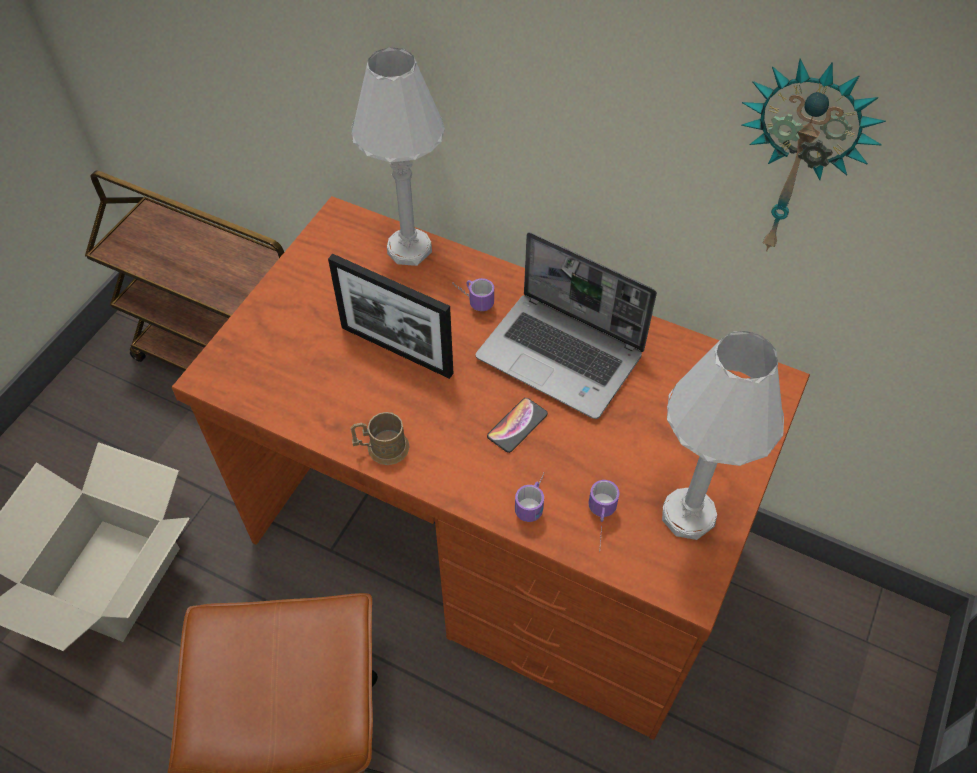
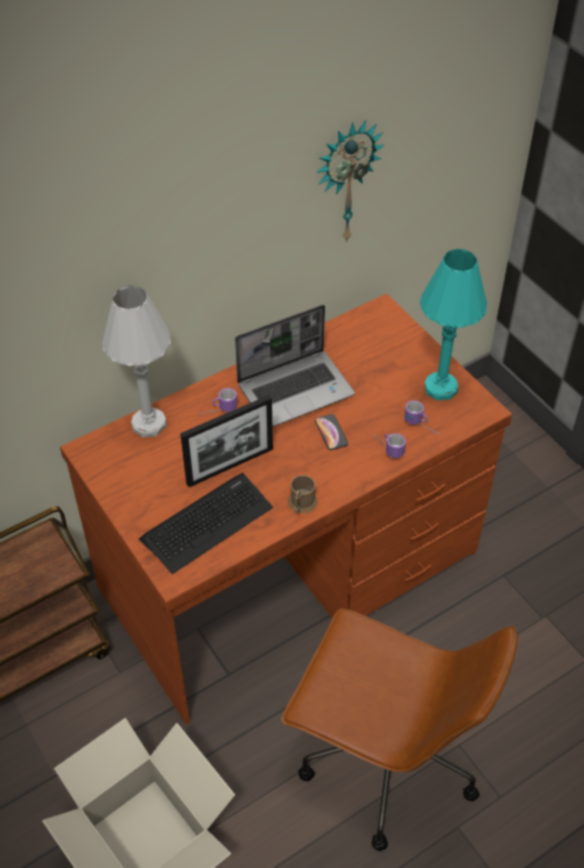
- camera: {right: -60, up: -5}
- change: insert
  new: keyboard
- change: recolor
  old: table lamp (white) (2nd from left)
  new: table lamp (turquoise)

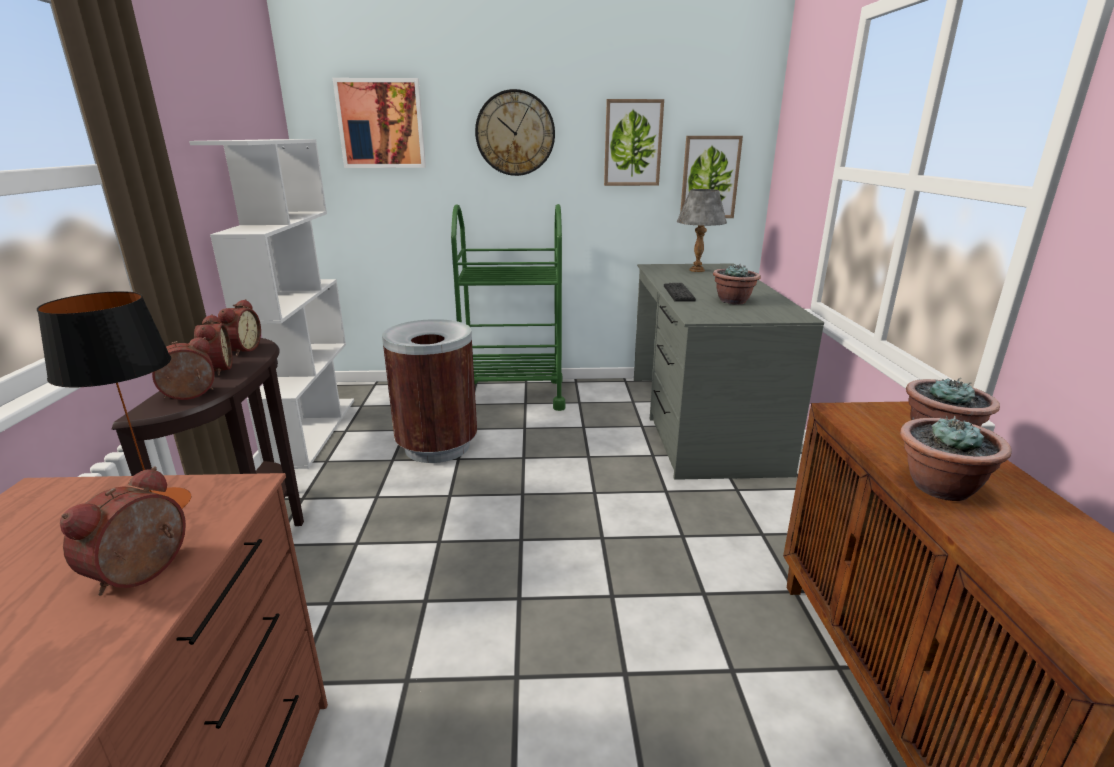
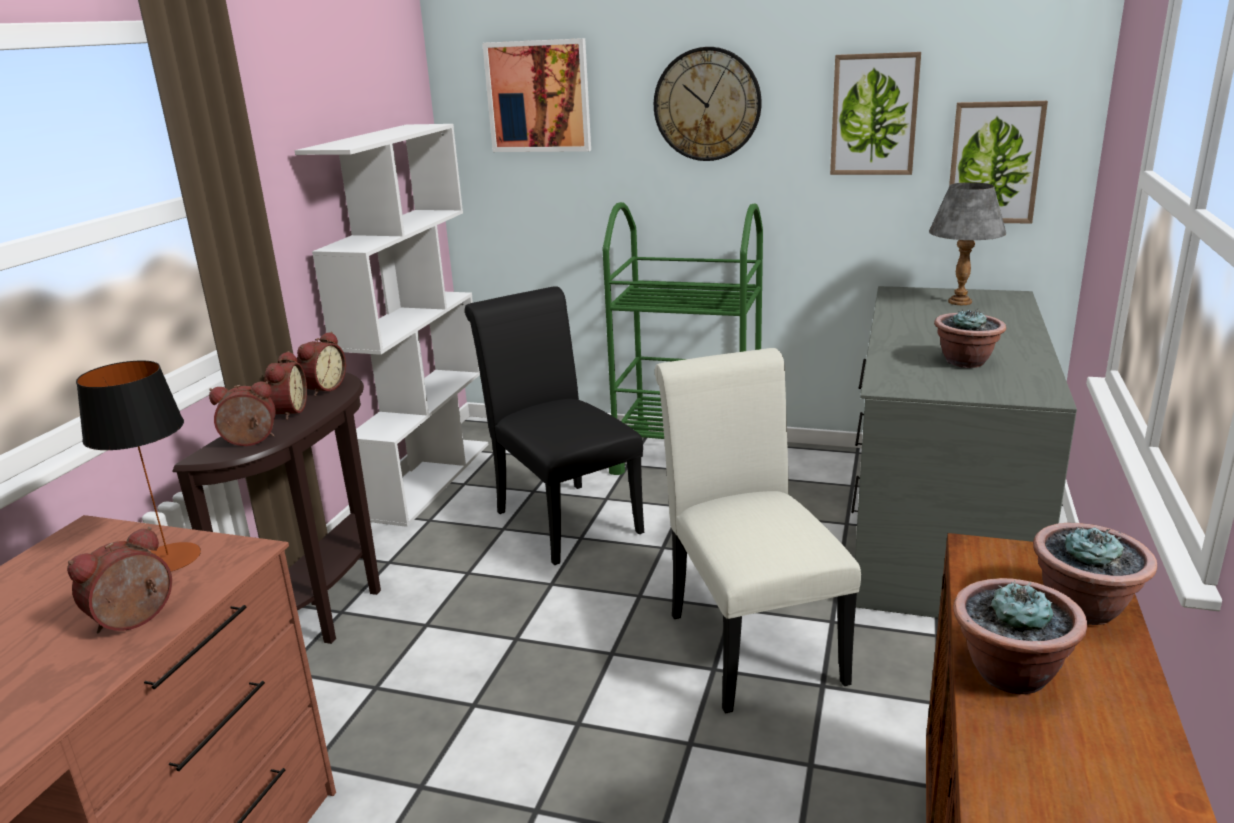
- camera: {right: 20, up: 0}
- change: replace
  old: trash can (brown)
  new: chair (black)
- change: insert
  new: chair (white)
- change: delete
  old: keyboard

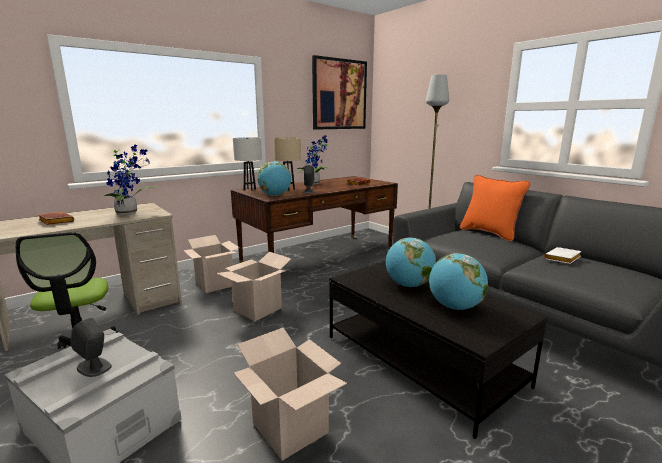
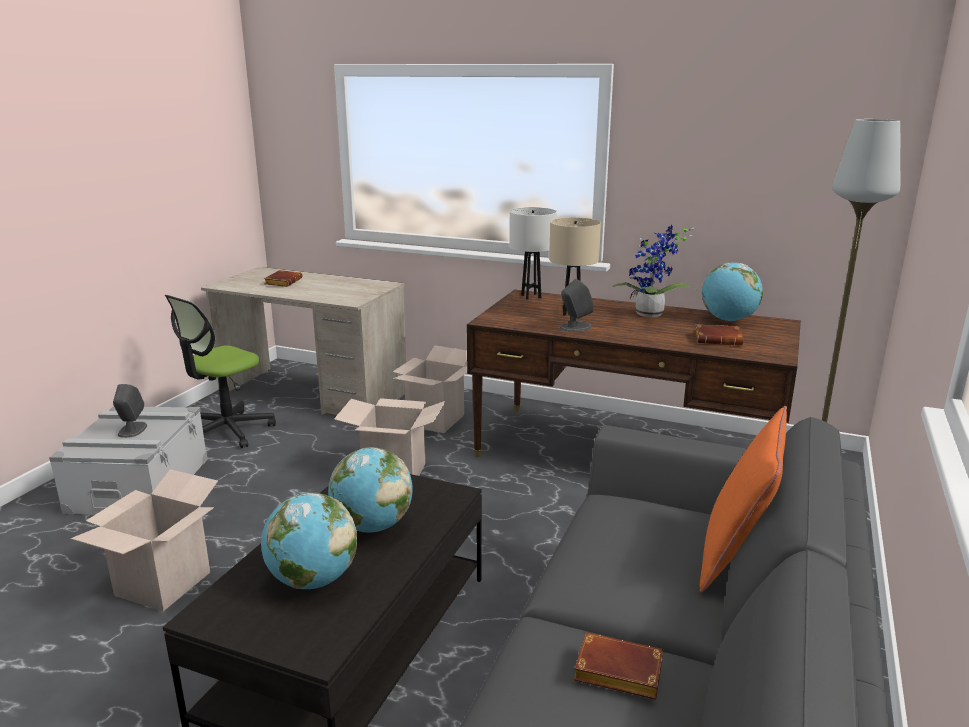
- camera: {right: 60, up: 5}
- change: recolor
  old: book (white)
  new: book (brown) (2nd from left)
- change: move
  old: globe (1st from left in the first image)
  new: globe (3rd from left)
- change: delete
  old: potted plant (1st from left)
- change: delete
  old: picture

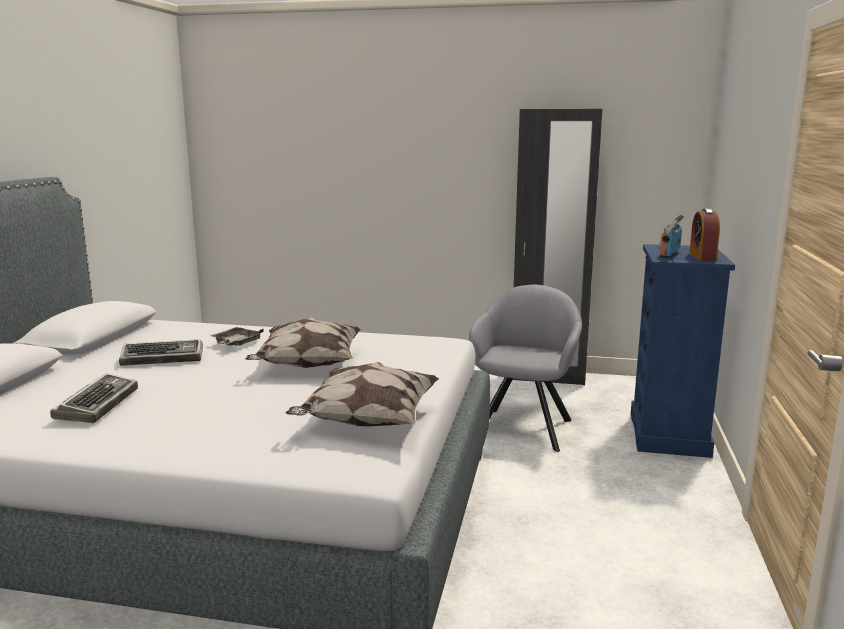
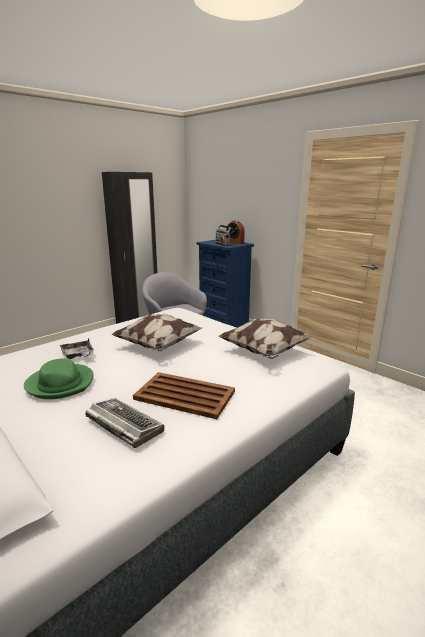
- camera: {right: -55, up: 5}
- change: replace
  old: keyboard (2nd from left)
  new: hat (green)
- change: insert
  new: tray (brown)

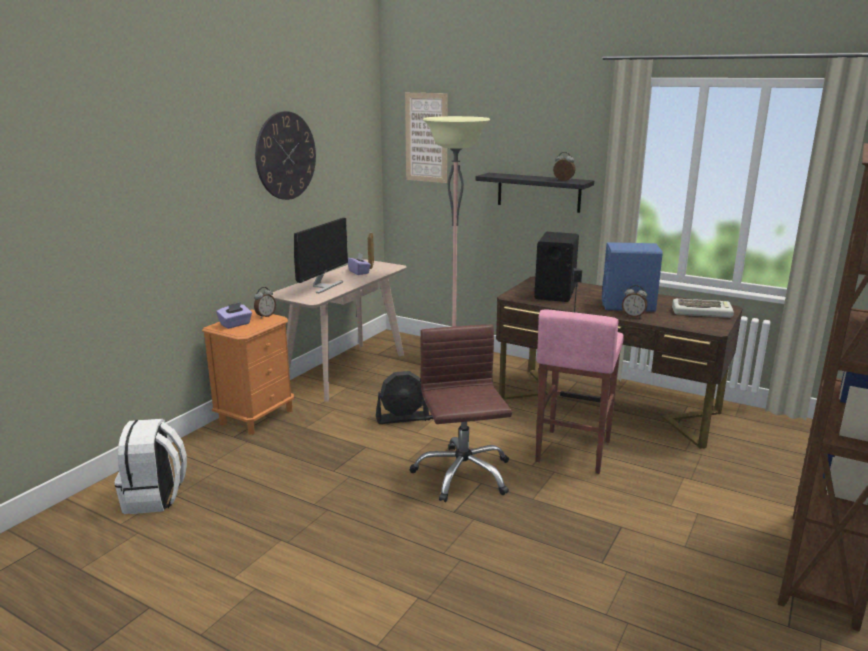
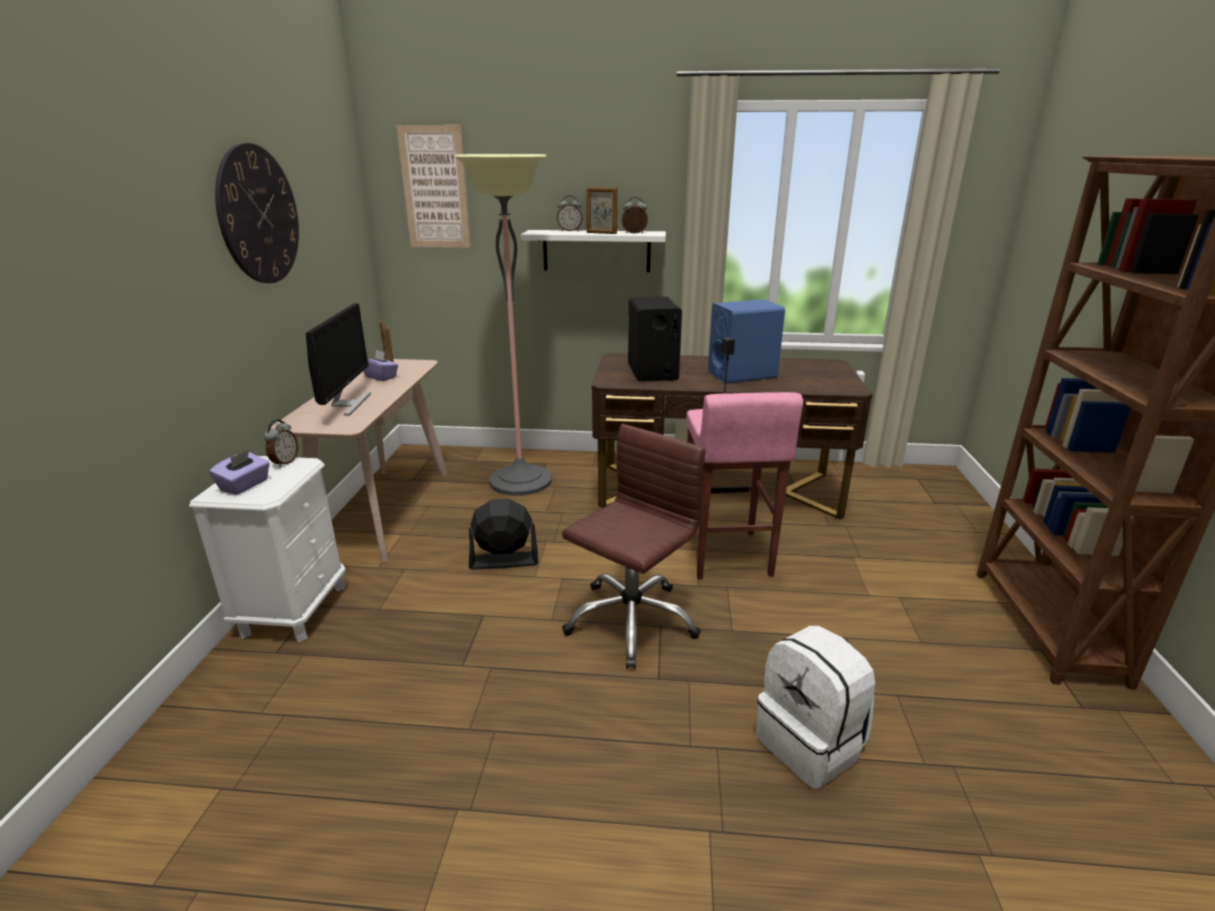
- camera: {right: -25, up: 5}
- change: recolor
  old: nightstand (orange)
  new: nightstand (white)
- change: rotate
  old: fan (black)
  degrees: -150
- change: recolor
  old: shelf (black)
  new: shelf (white)
- change: move
  old: alarm clock (3rd from left in the first image)
  new: alarm clock (2nd from left)
- change: rotate
  old: office chair (brown)
  degrees: 75
- change: insert
  new: picture frame (2nd from left)
- change: move
  old: backpack (white)
- change: delete
  old: keyboard

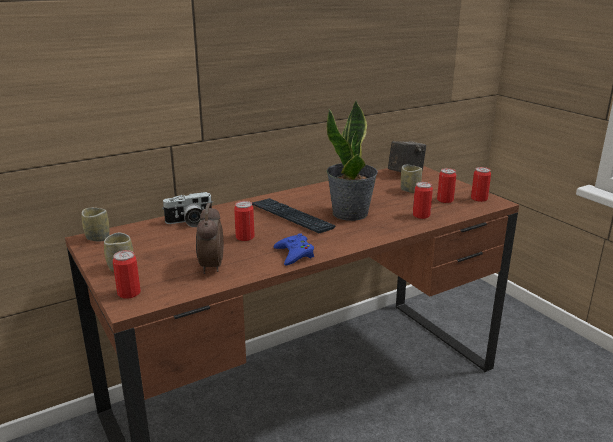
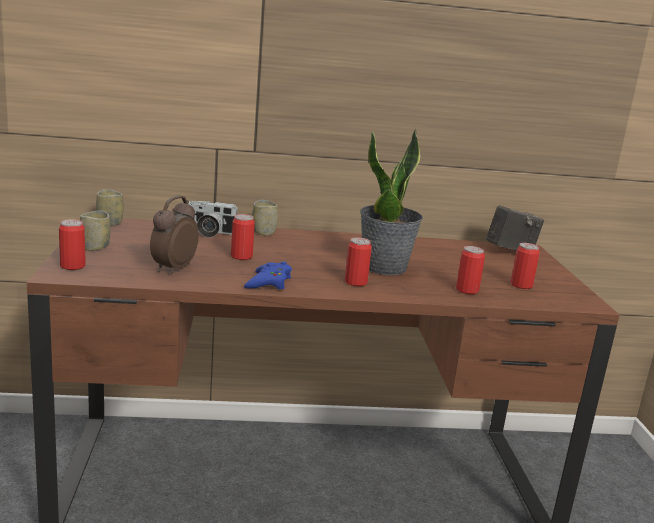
- camera: {right: 25, up: -5}
- change: move
  old: cup (3rd from left)
- change: move
  old: can (5th from left in the first image)
  new: can (3rd from left)
- change: delete
  old: keyboard

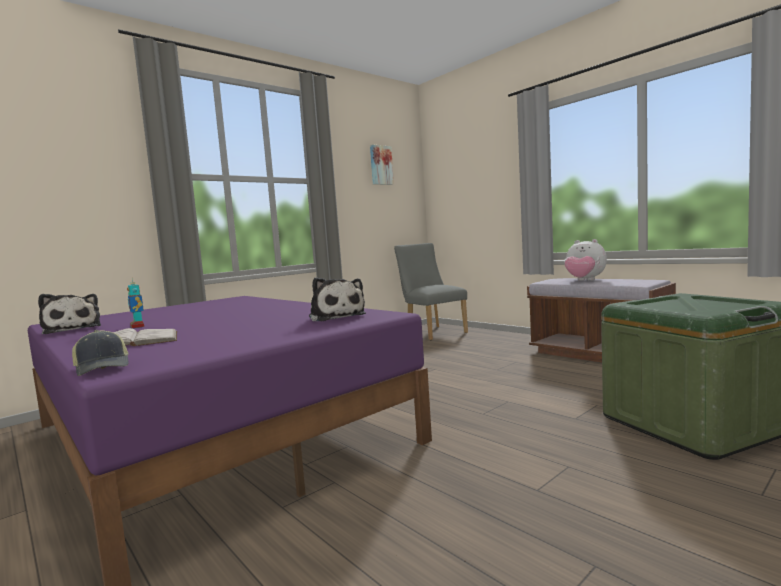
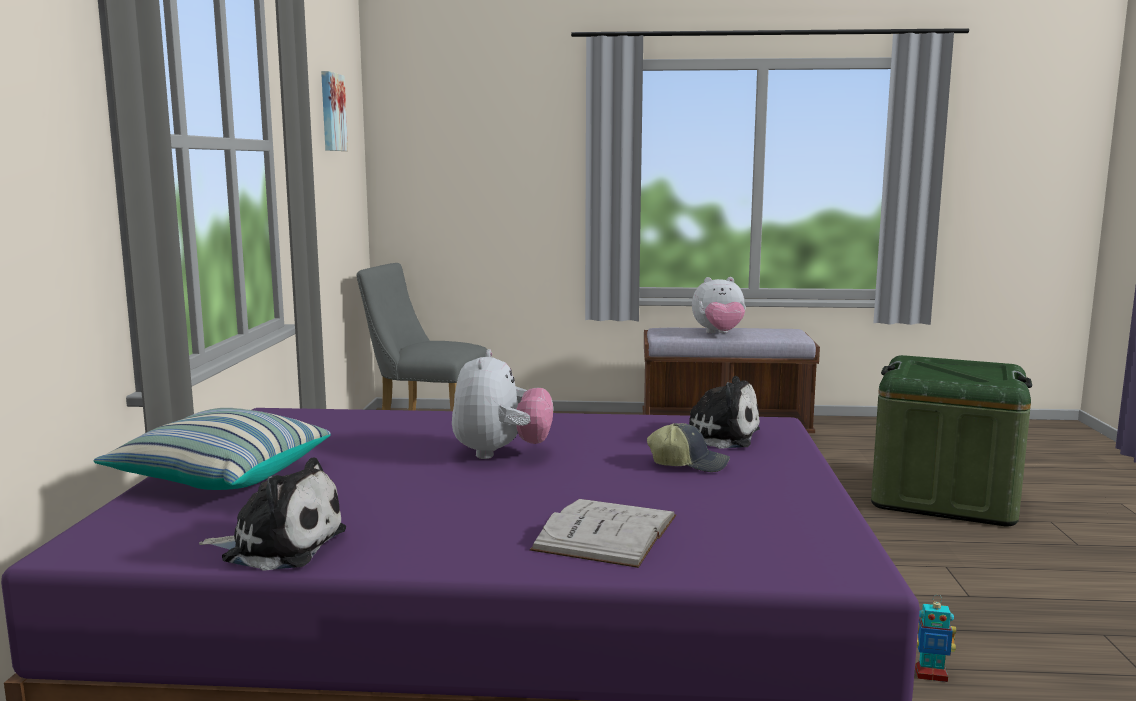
- camera: {right: -45, up: 5}
- change: insert
  new: pillow
- change: insert
  new: plush toy (2nd from left)
- change: move
  old: cap
- change: move
  old: toy robot

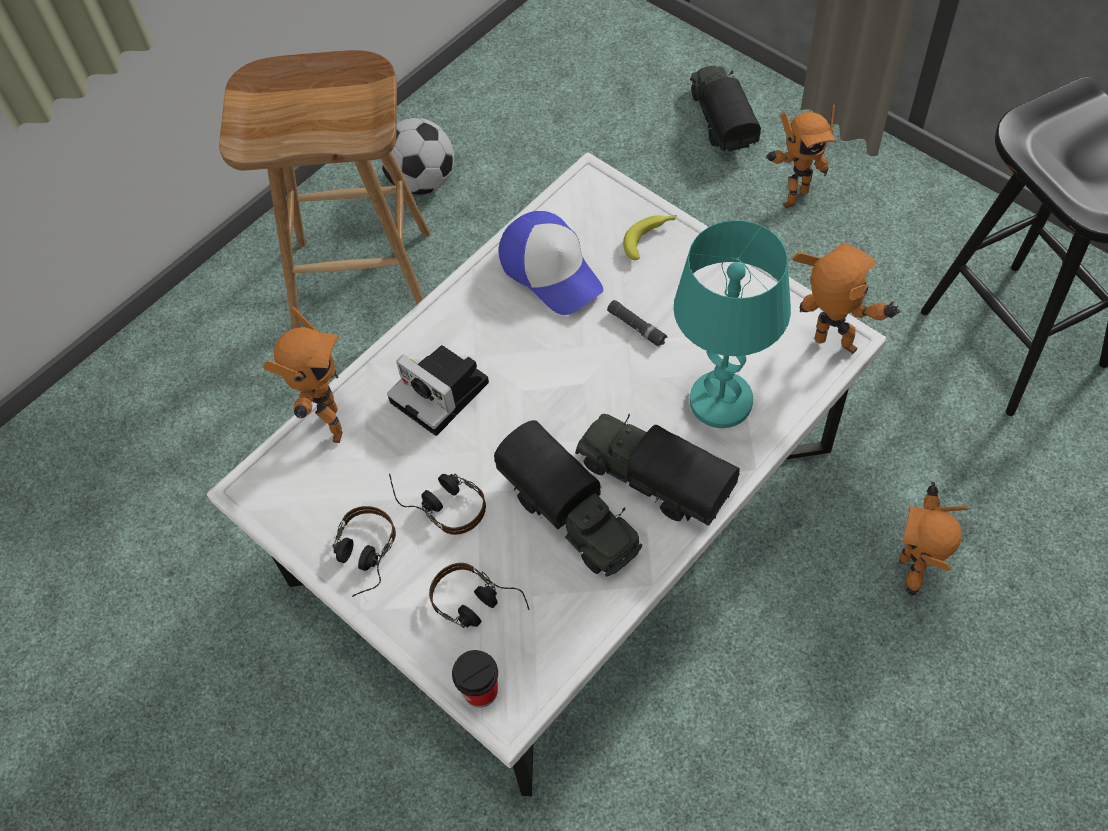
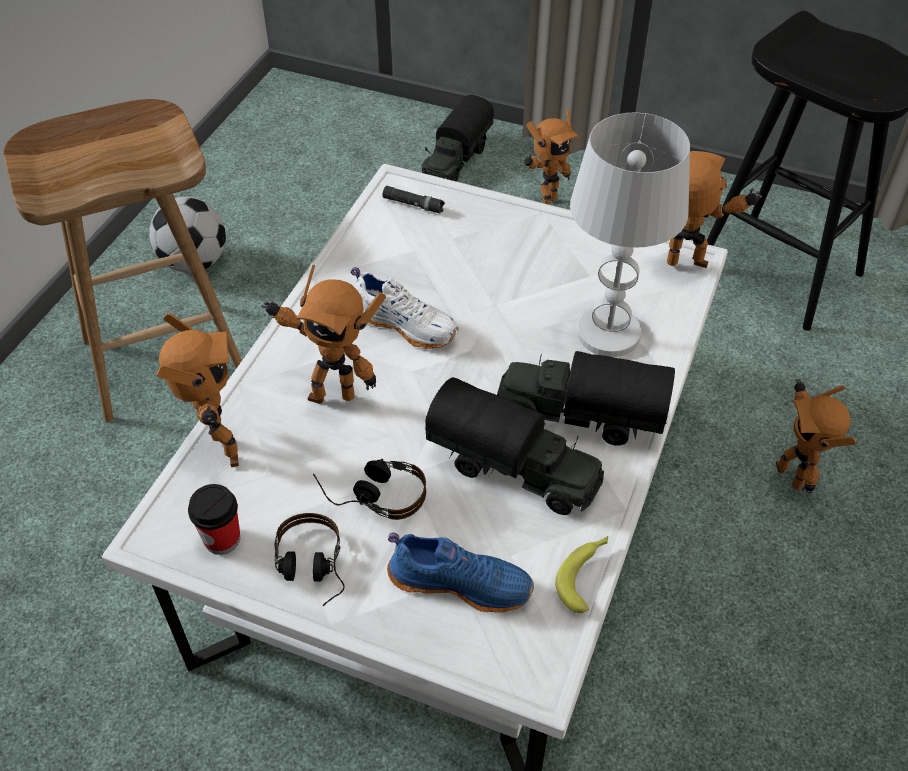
- camera: {right: -25, up: -10}
- change: move
  old: cup
- change: replace
  old: photo camera
  new: toy robot (2nd from left)
- change: insert
  new: shoe (white)
- change: move
  old: flashlight (black)
- change: replace
  old: headphones (3rd from left)
  new: shoe (blue)
- change: rotate
  old: toy truck (3rd from left in the first image)
  degrees: -120
- change: move
  old: banana
- change: recolor
  old: table lamp (turquoise)
  new: table lamp (white)
- change: delete
  old: cap

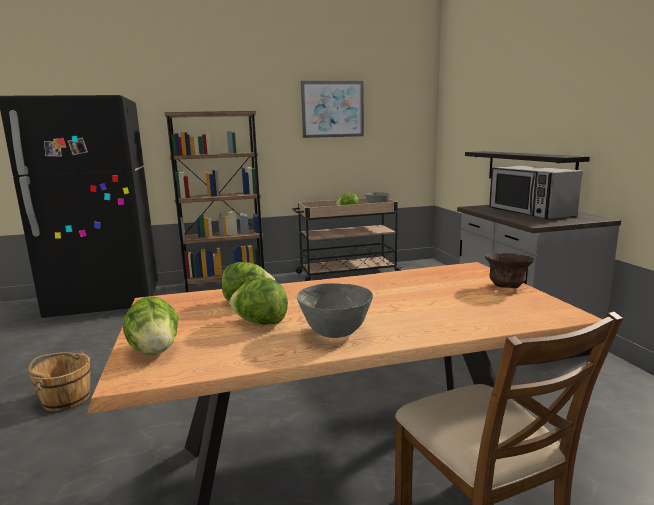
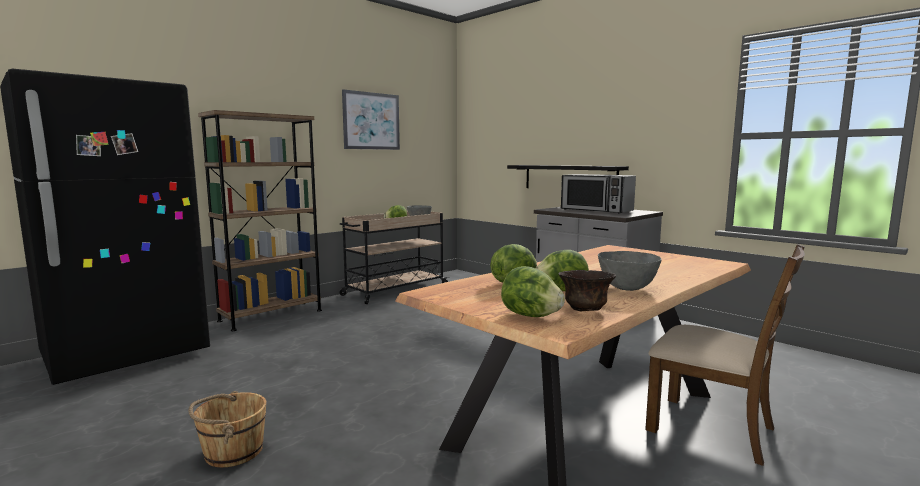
- camera: {right: -30, up: -5}
- change: move
  old: bowl (brown)

